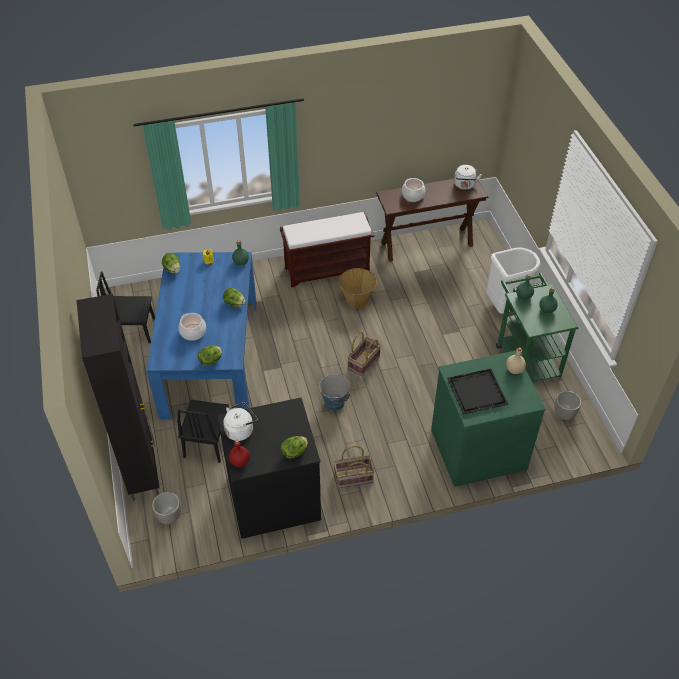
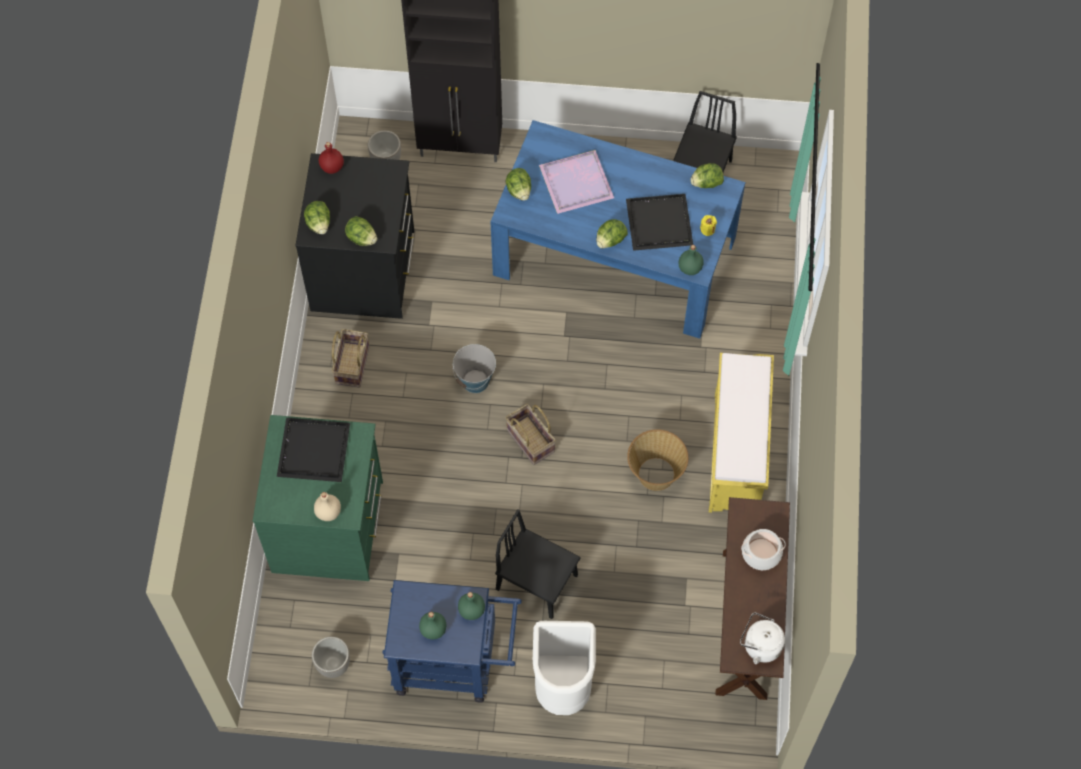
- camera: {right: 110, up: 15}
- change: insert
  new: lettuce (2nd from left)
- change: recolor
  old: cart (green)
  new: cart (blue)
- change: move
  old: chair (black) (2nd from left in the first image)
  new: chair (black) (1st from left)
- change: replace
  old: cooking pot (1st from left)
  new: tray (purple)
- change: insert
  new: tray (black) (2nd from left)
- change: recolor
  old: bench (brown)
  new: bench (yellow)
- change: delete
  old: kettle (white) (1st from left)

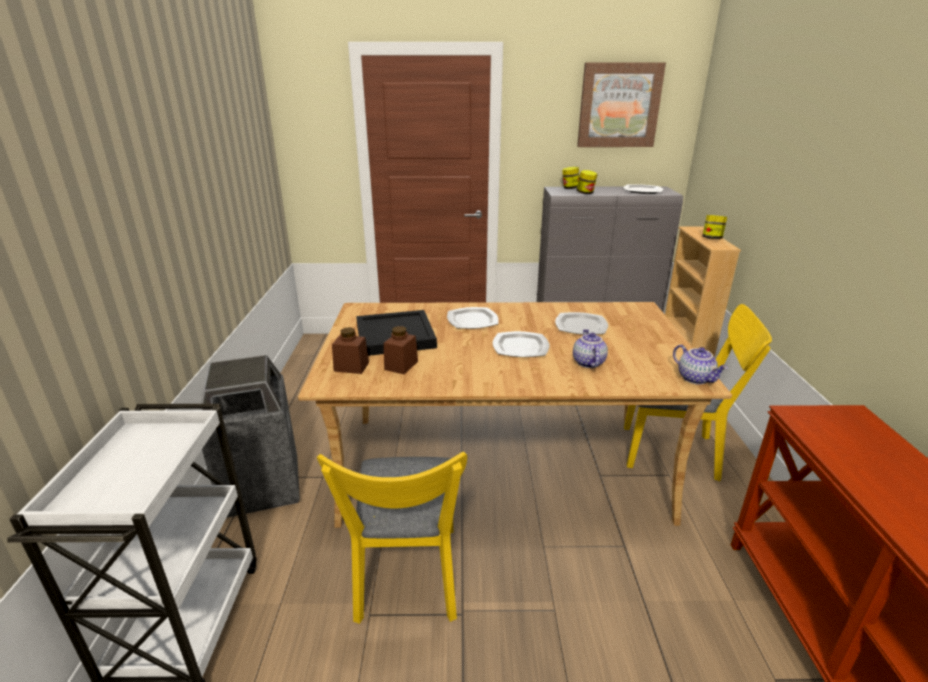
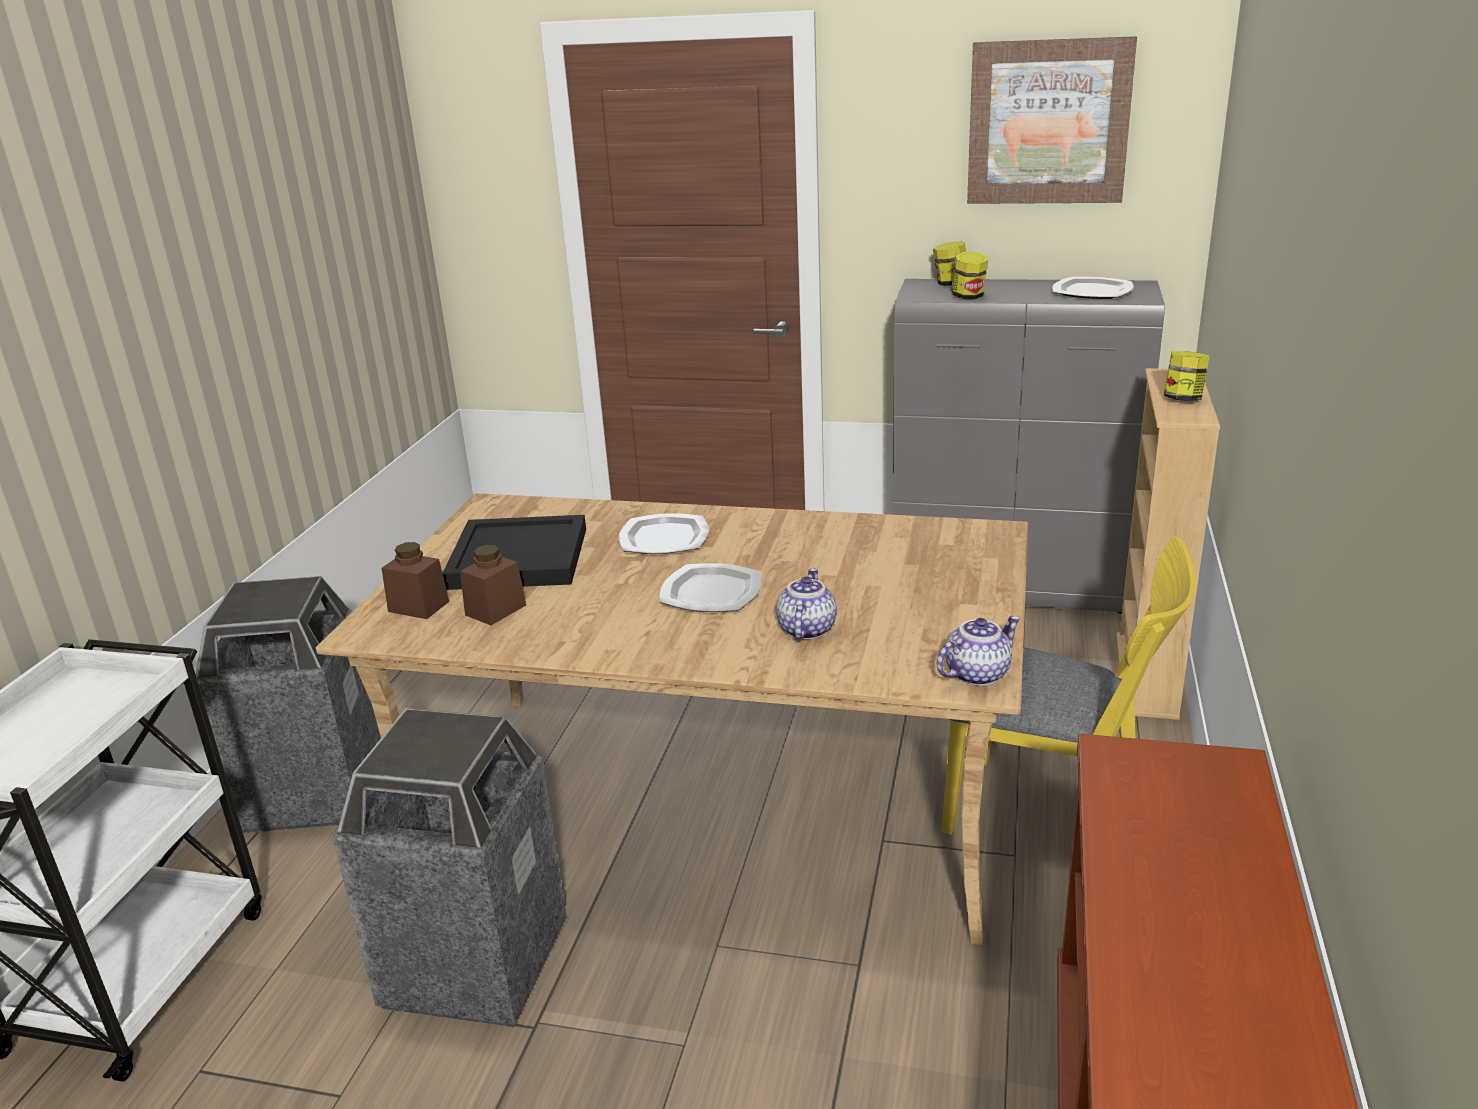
- camera: {right: 15, up: 0}
- change: replace
  old: chair (yellow) (1st from left)
  new: trash can (2nd from left)
- change: rotate
  old: teapot (2nd from left)
  degrees: -105
- change: delete
  old: plate (3rd from left)

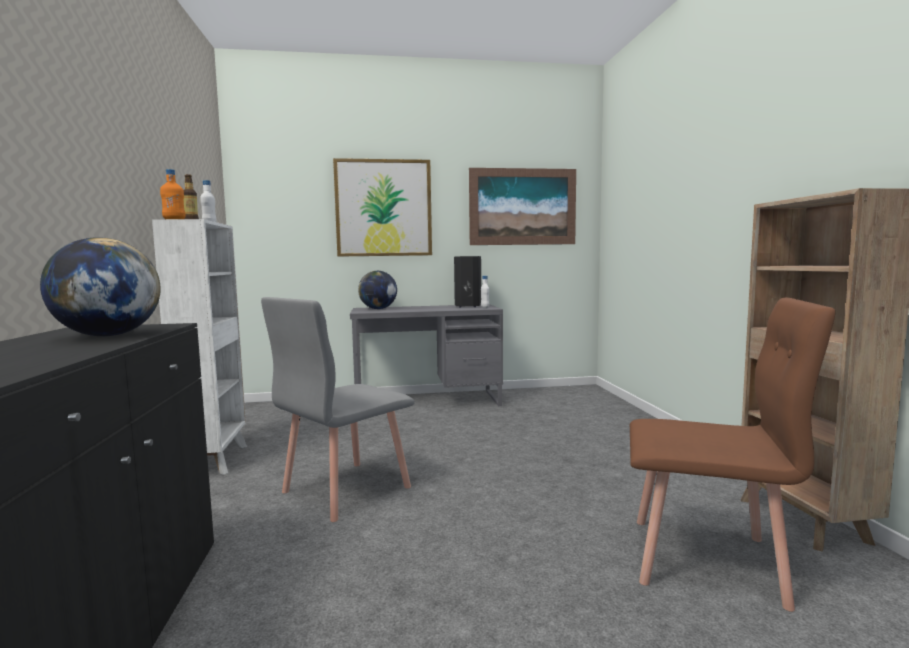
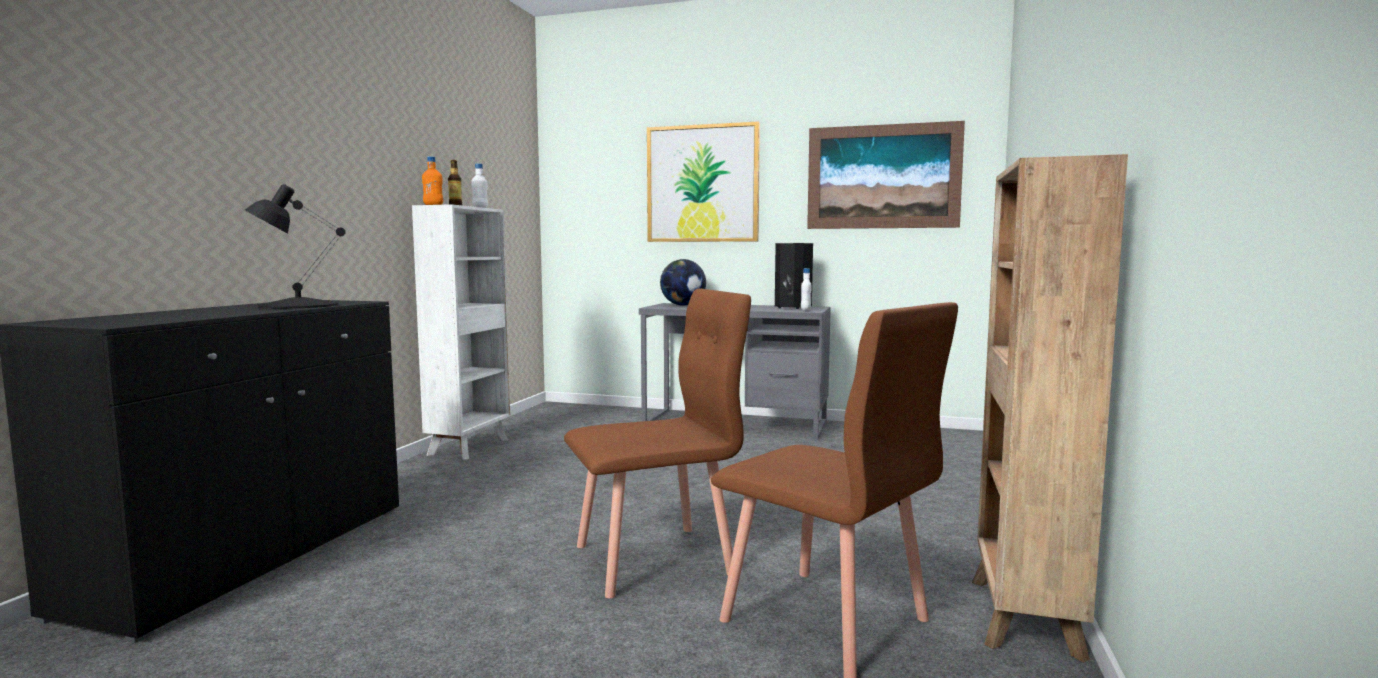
- camera: {right: 25, up: 0}
- change: replace
  old: globe (1st from left)
  new: table lamp (black)
- change: insert
  new: chair (brown) (1st from left)
- change: delete
  old: chair (grey)

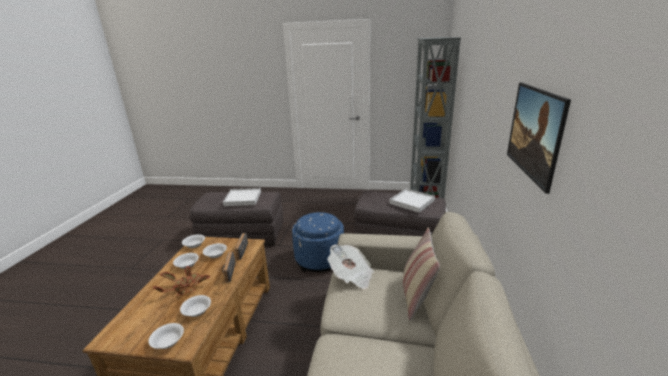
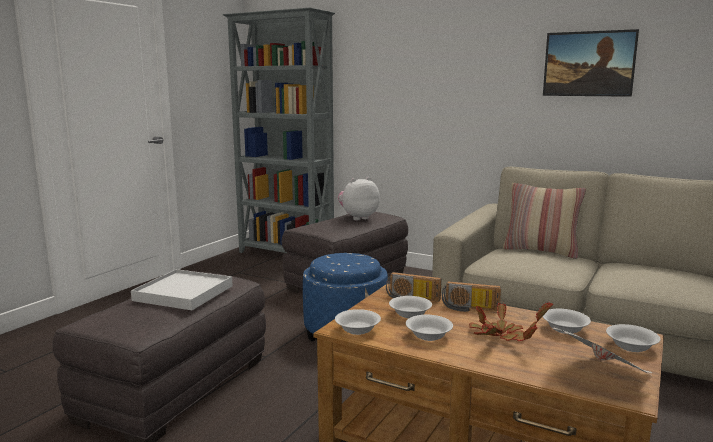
- camera: {right: -70, up: -10}
- change: replace
  old: tray (white) (2nd from left)
  new: plush toy
- change: move
  old: newspaper

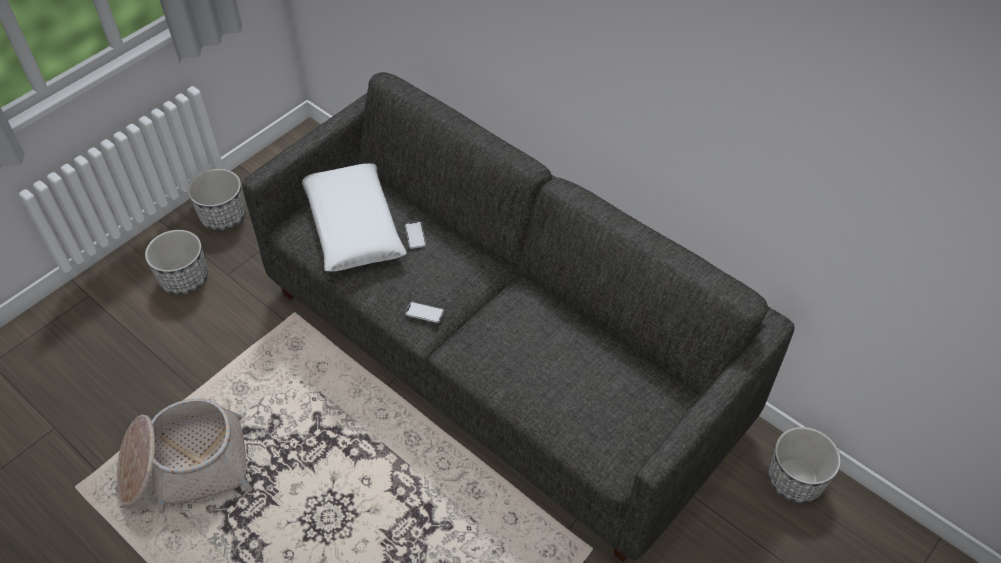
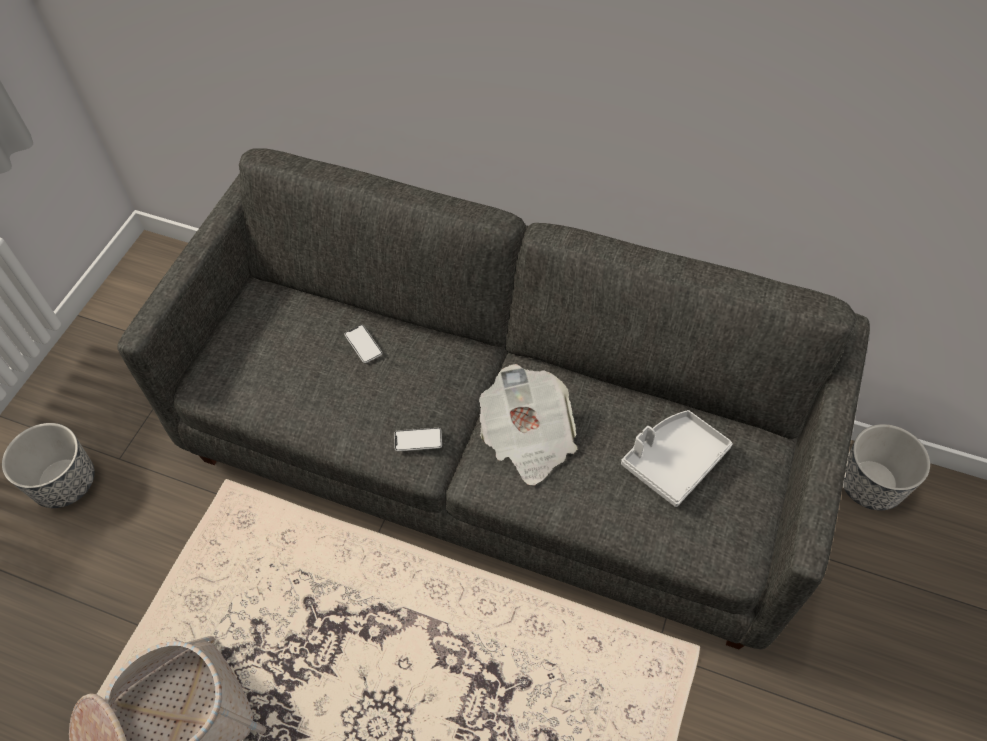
- camera: {right: -20, up: 5}
- change: insert
  new: newspaper
- change: insert
  new: tray (grey)
- change: delete
  old: planter (2nd from left)
- change: delete
  old: pillow (white)

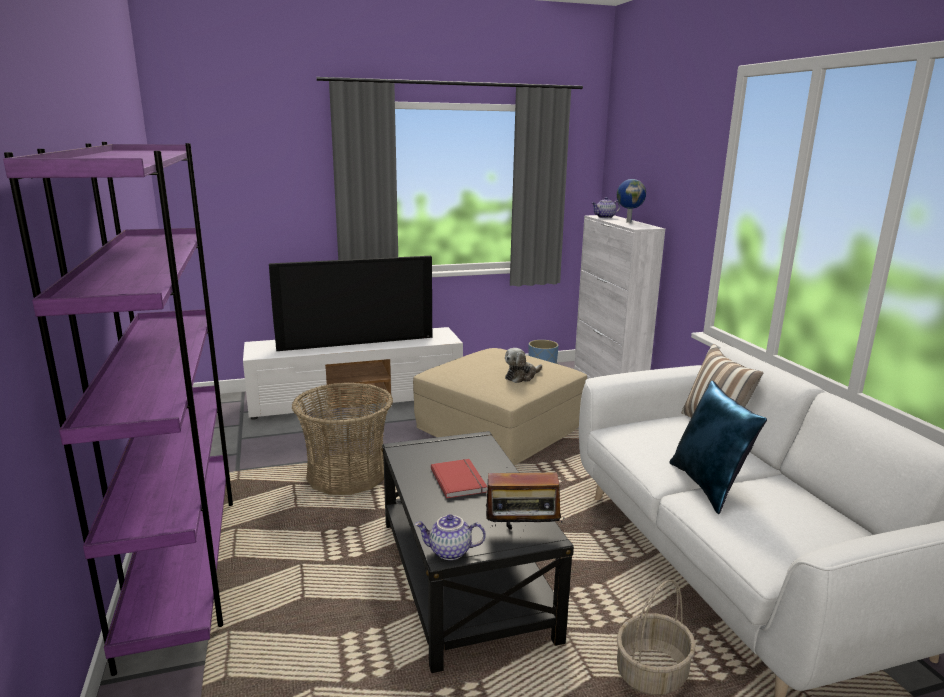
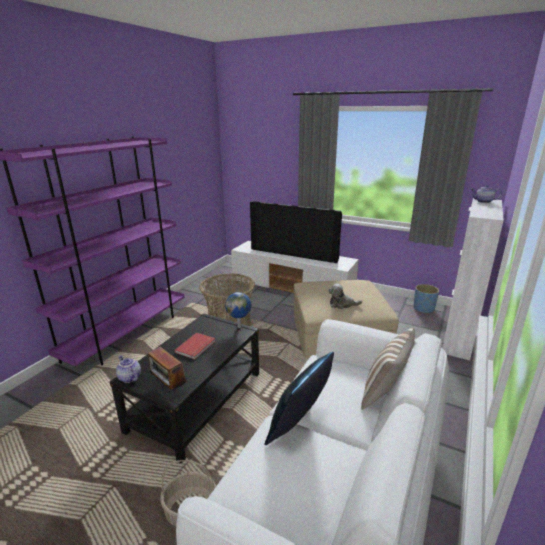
- camera: {right: 45, up: 5}
- change: move
  old: globe

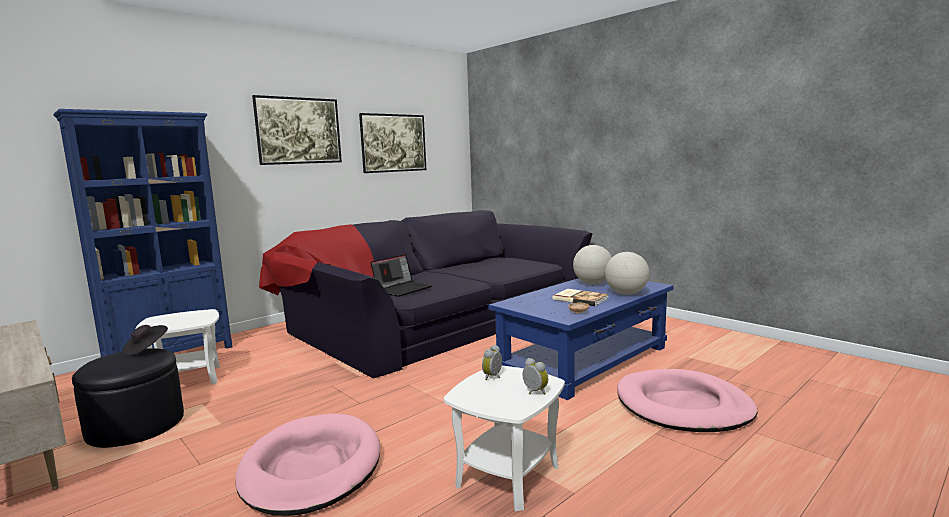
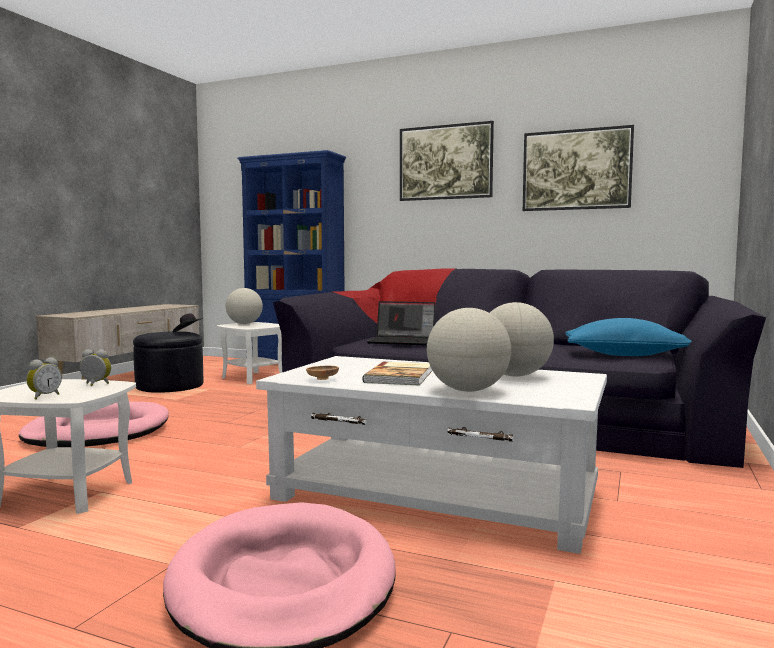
- camera: {right: 65, up: -5}
- change: insert
  new: globe (1st from left)
- change: recolor
  old: coffee table (blue)
  new: coffee table (white)
- change: insert
  new: pillow (blue)

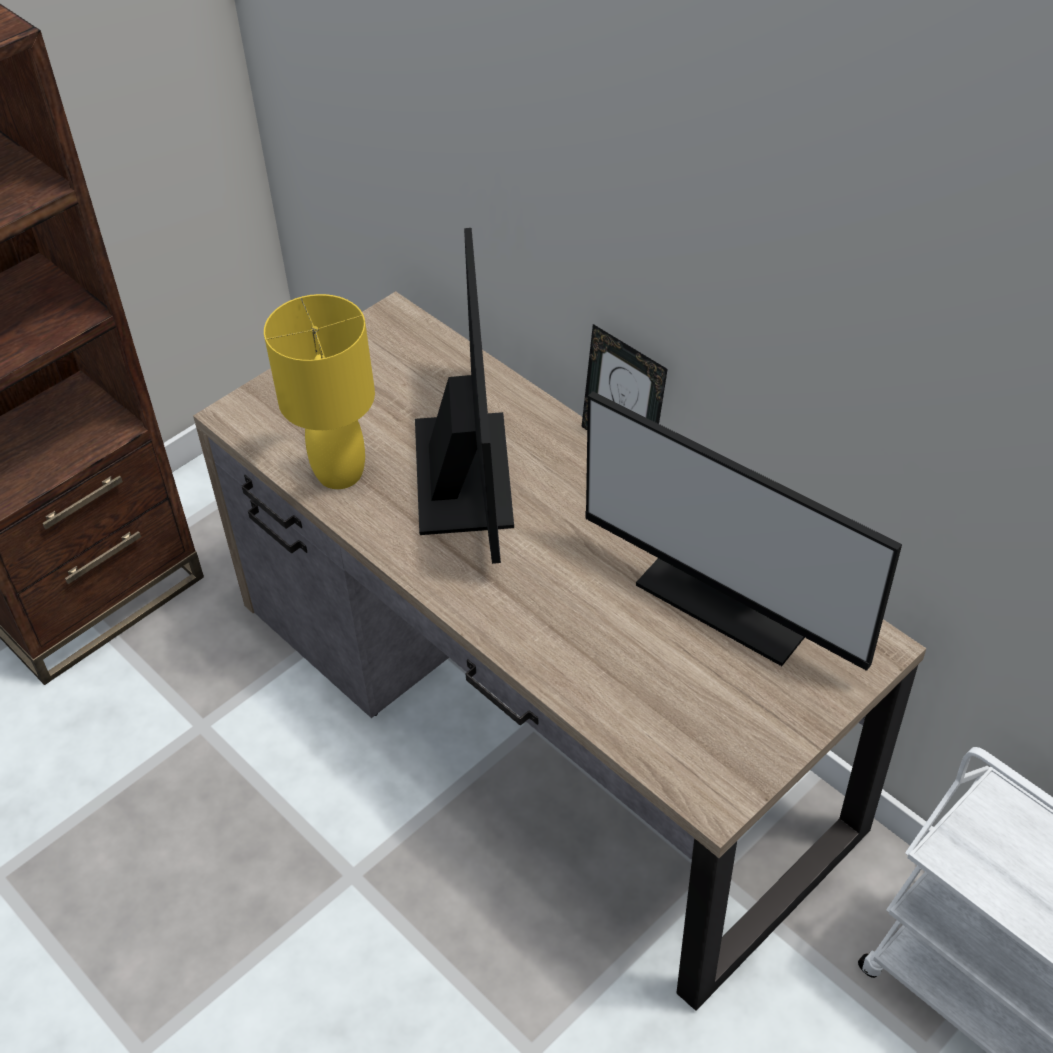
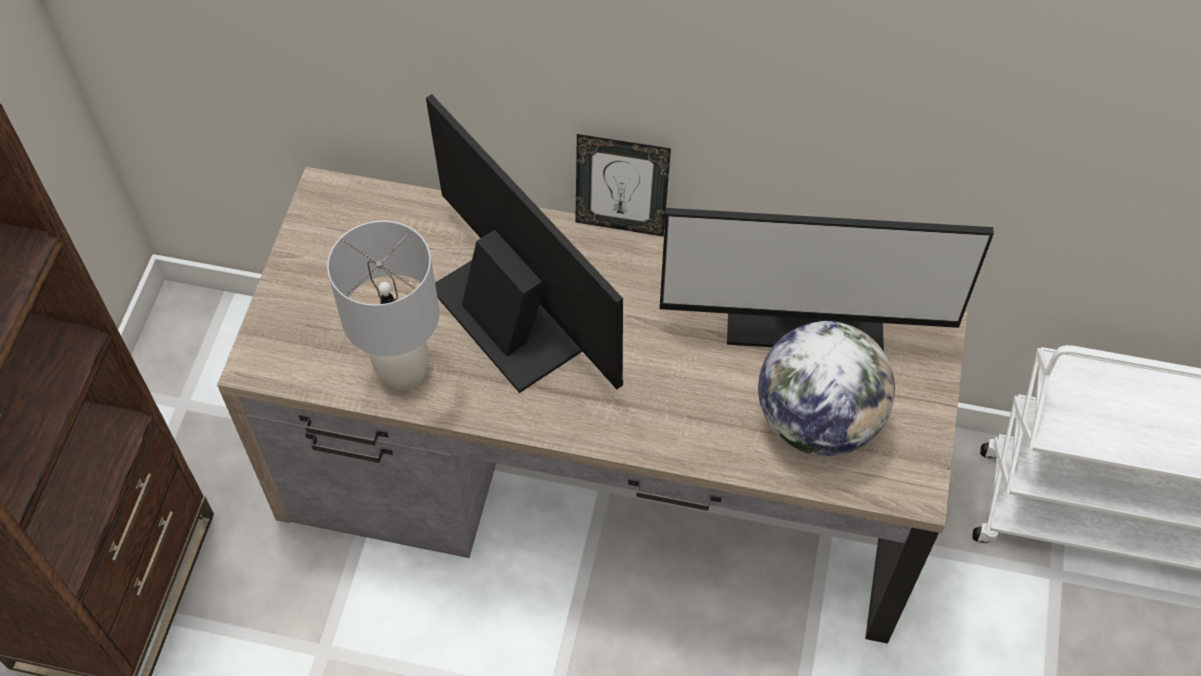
- camera: {right: -35, up: 10}
- change: recolor
  old: table lamp (yellow)
  new: table lamp (grey)
- change: insert
  new: globe

